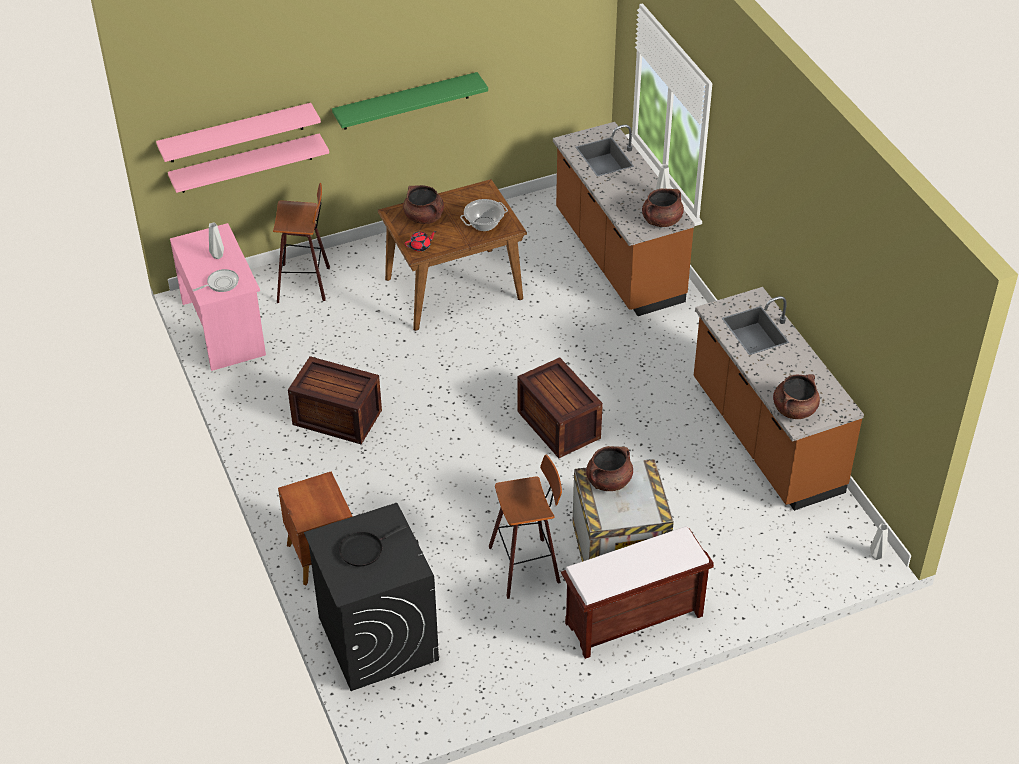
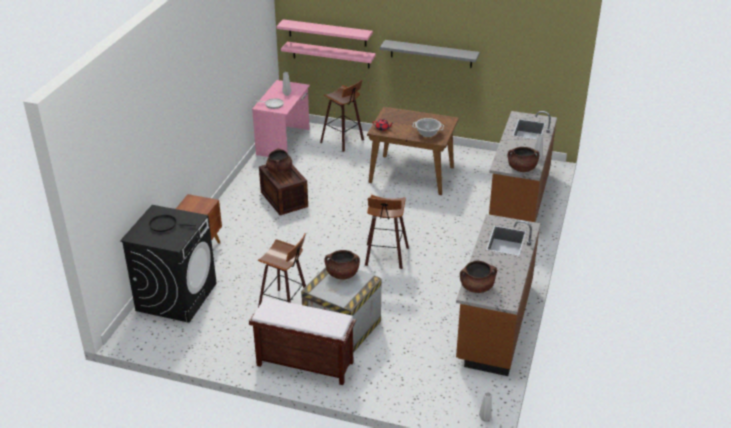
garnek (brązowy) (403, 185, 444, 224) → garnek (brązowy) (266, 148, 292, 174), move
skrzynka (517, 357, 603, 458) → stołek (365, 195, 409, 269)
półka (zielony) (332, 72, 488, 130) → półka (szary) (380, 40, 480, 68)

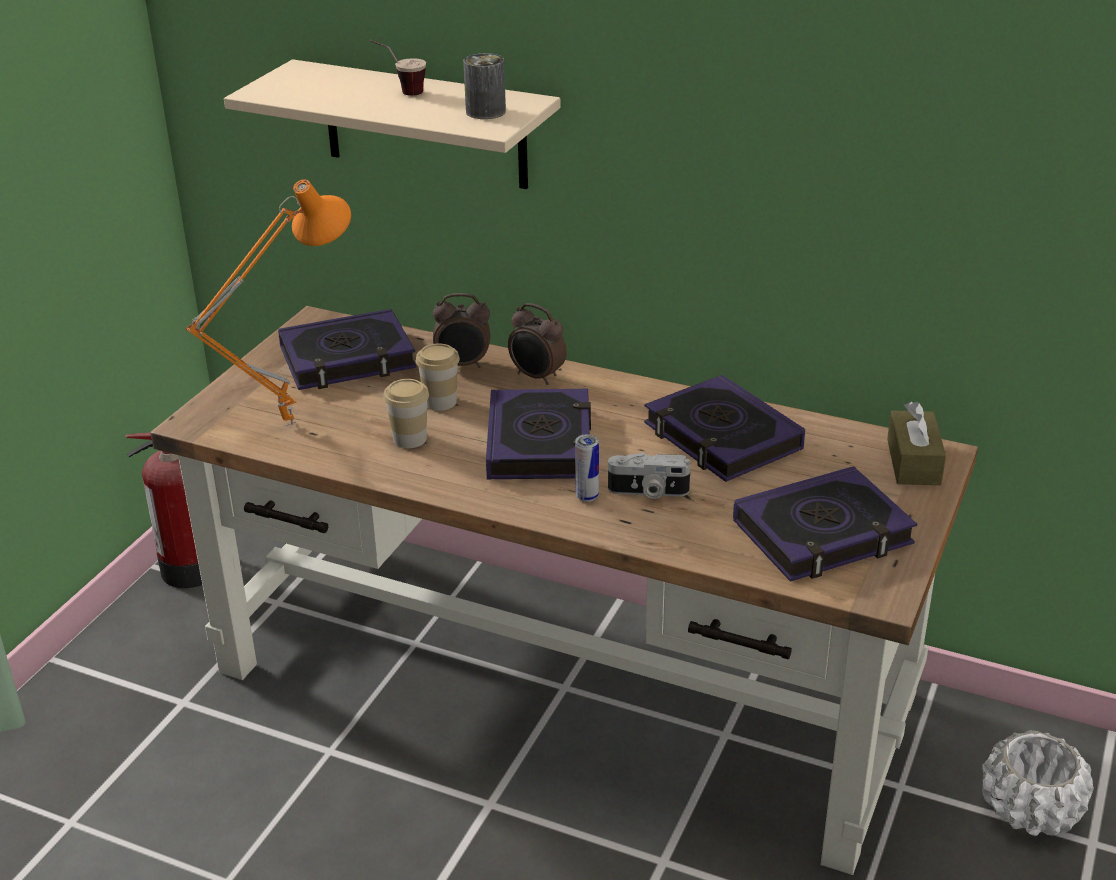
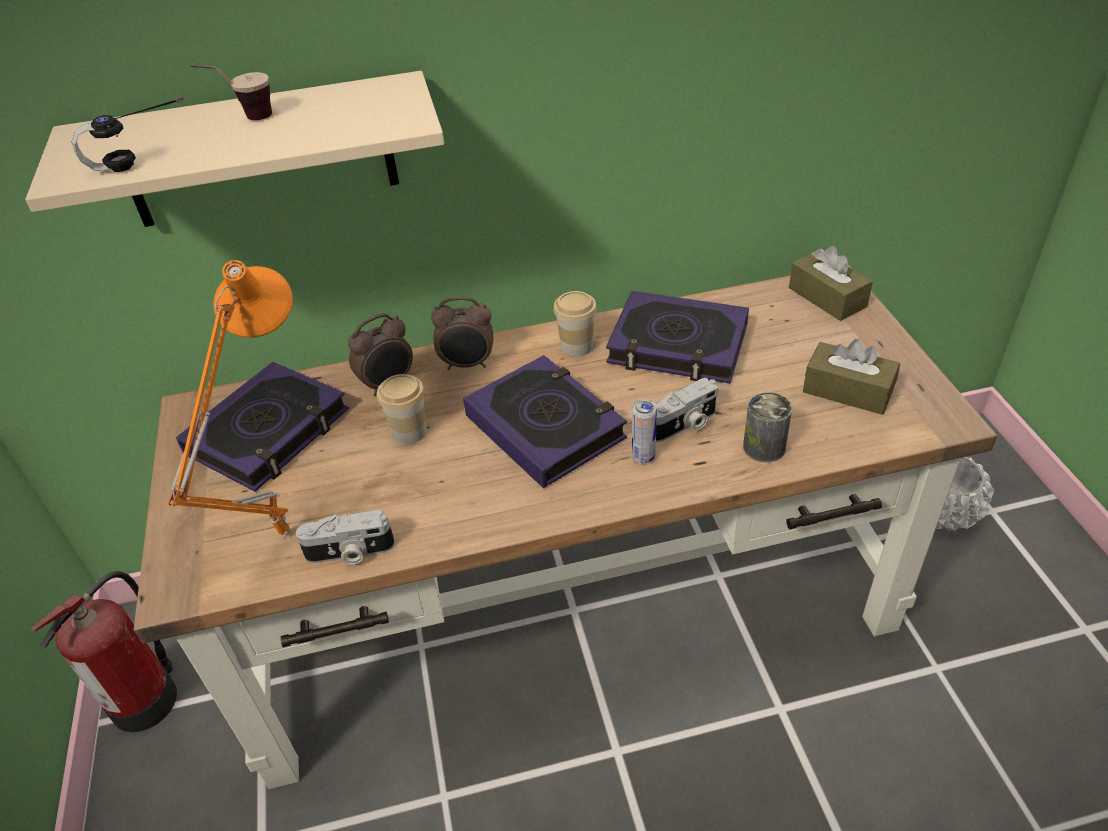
- → słuchawki (71, 97, 184, 172)
- → aparat fotograficzny (296, 510, 395, 565)
filiżanka (383, 379, 429, 448) → filiżanka (553, 291, 597, 357), move
puszka (463, 53, 506, 119) → puszka (743, 392, 792, 462), move
książka (733, 466, 917, 582) → pudełko chusteczek (brązowy) (803, 339, 900, 415)

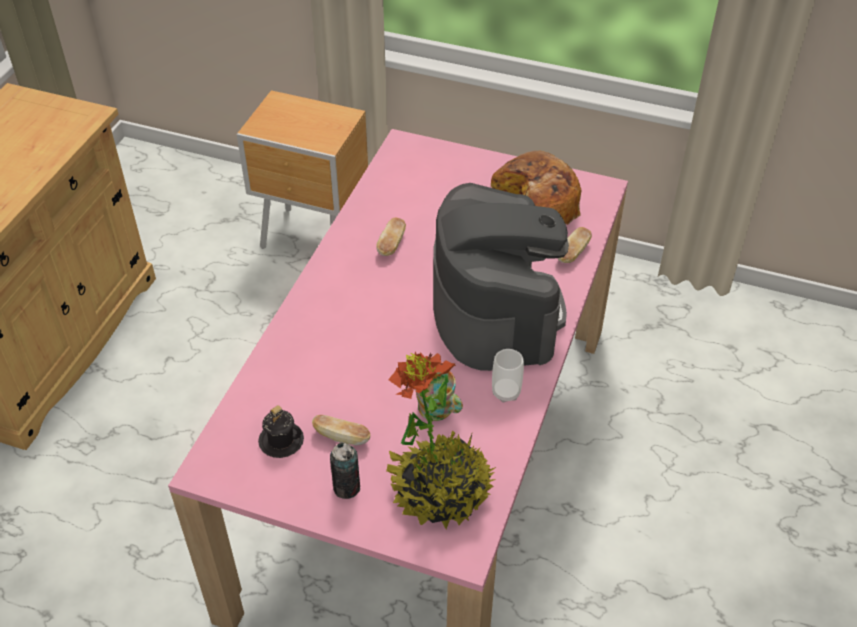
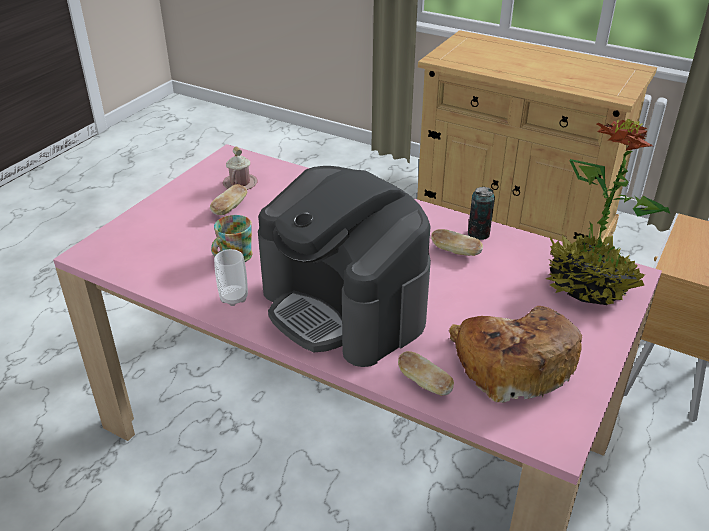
kubek (czarny) (258, 405, 304, 458) → kubek (różowy) (223, 147, 258, 190)
ekspres do kawy (433, 183, 569, 371) → ekspres do kawy (258, 166, 431, 367), 45 degrees clockwise
puszka (330, 443, 360, 499) → puszka (468, 187, 495, 240), move
roślina doniczkowa (386, 351, 496, 529) → roślina doniczkowa (546, 119, 670, 305), move

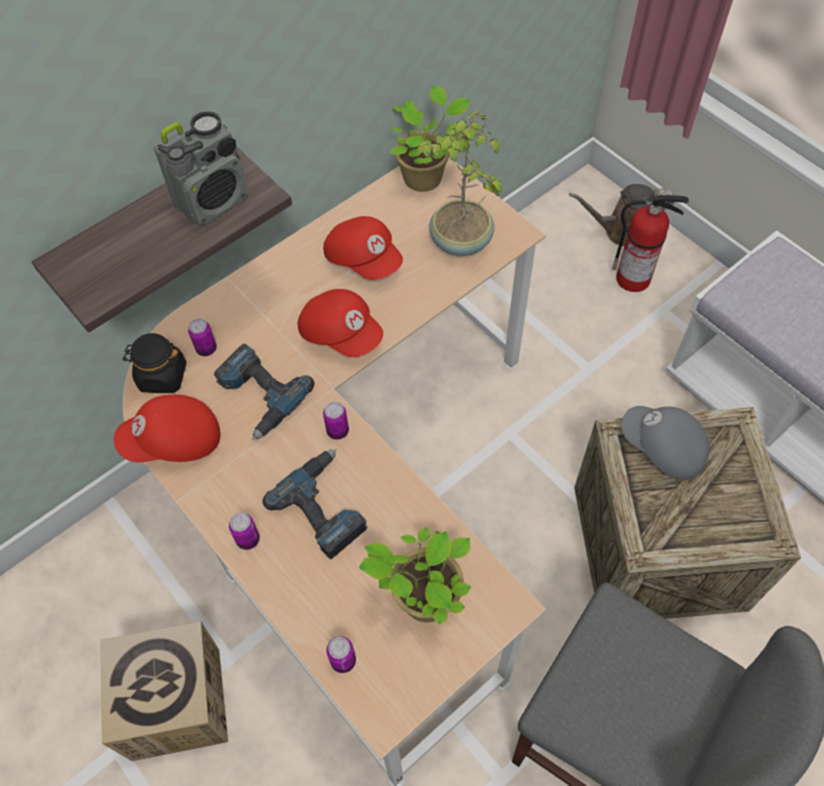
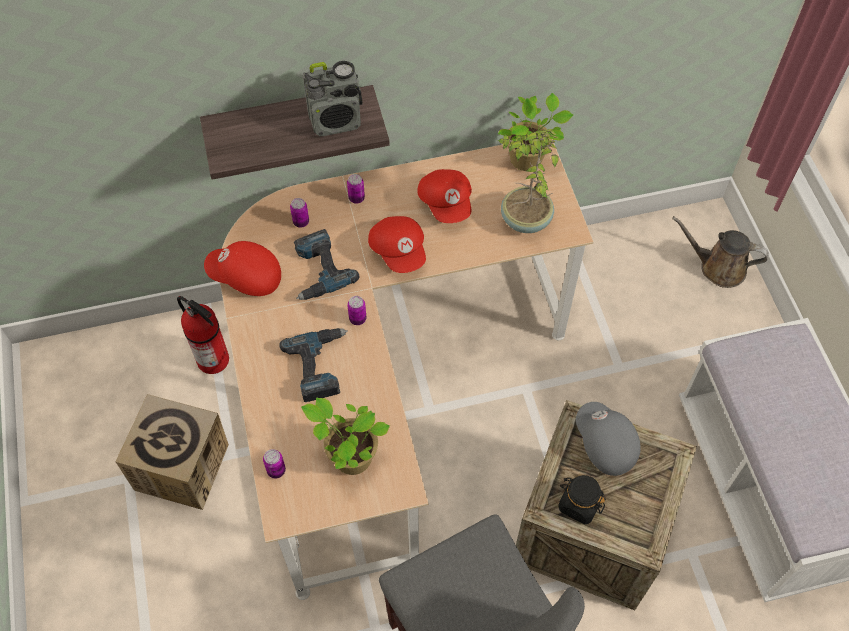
gaśnica (612, 195, 689, 292) → gaśnica (177, 296, 229, 374), move
puszka (229, 513, 260, 550) → puszka (347, 174, 365, 204), move
słoik (czarny) (123, 333, 187, 393) → słoik (czarny) (558, 475, 606, 525), move

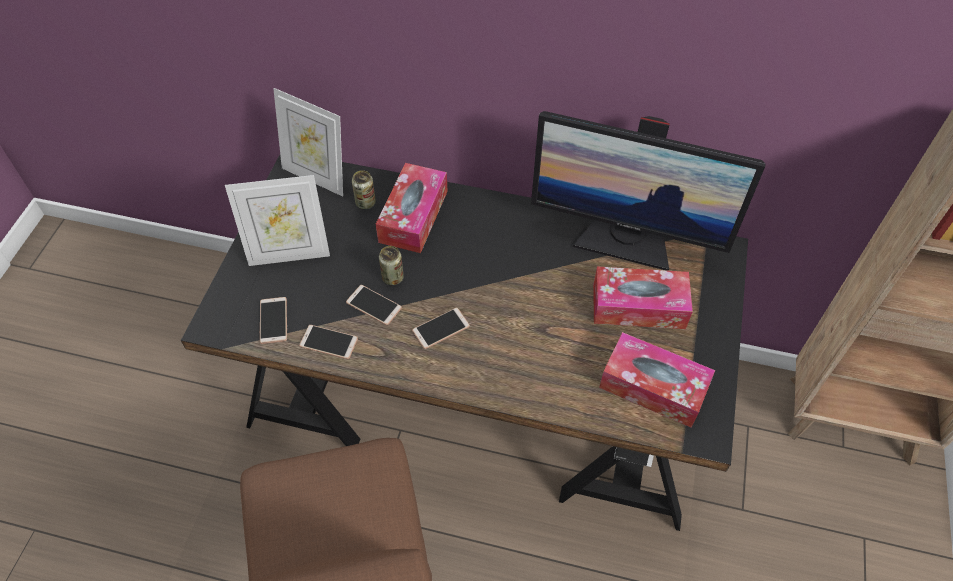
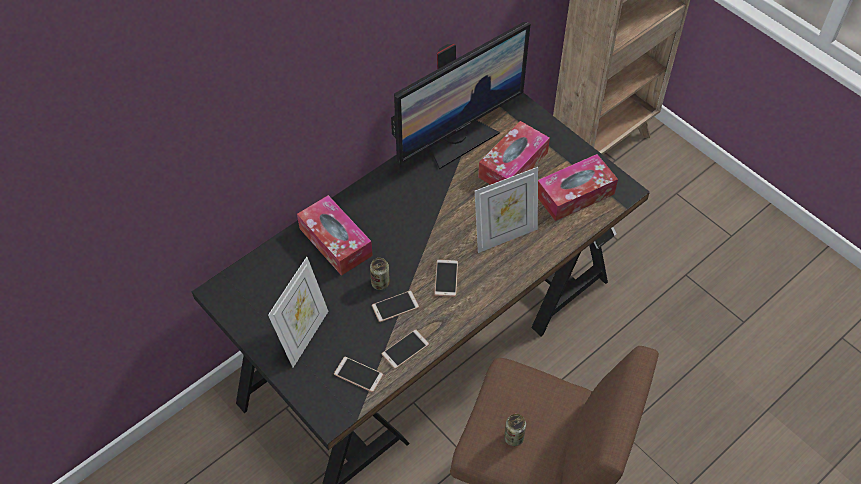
ramka na zdjęcie (273, 88, 343, 196) → ramka na zdjęcie (475, 167, 538, 253), move
puszka (352, 170, 376, 209) → puszka (504, 414, 526, 446), move

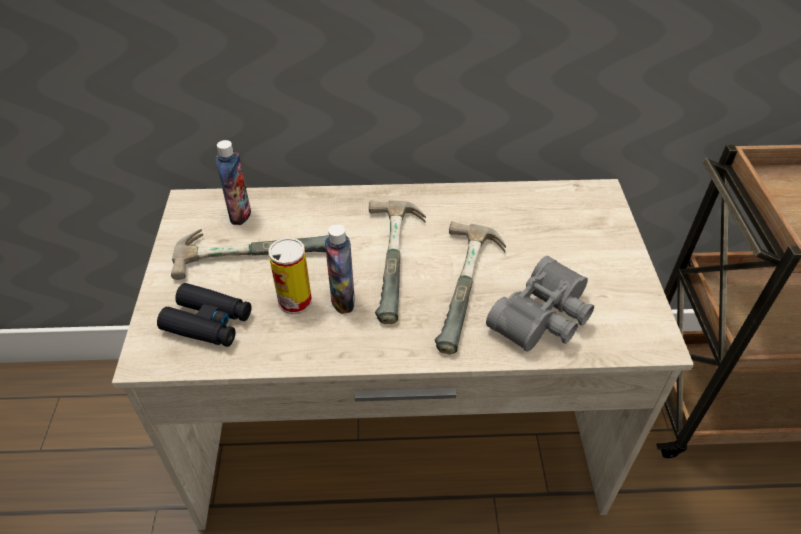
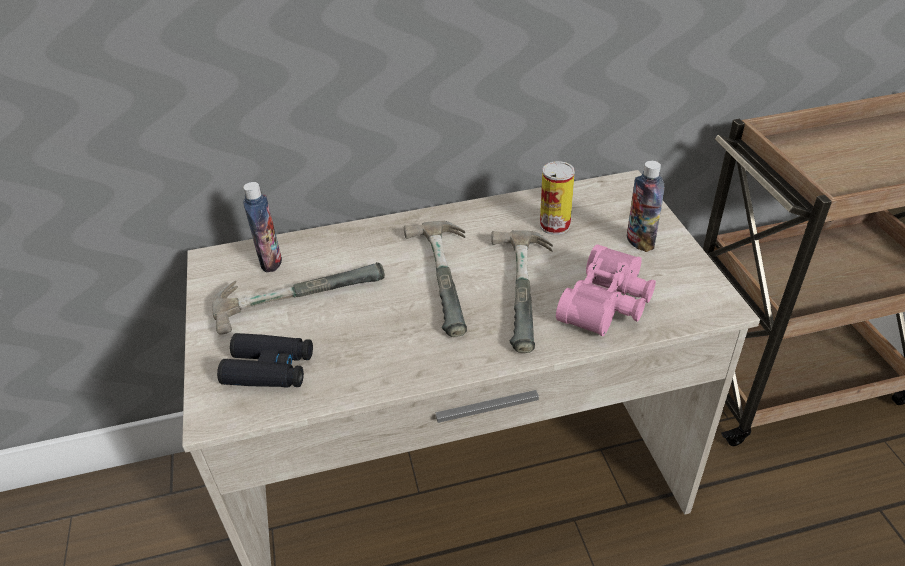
puszka (268, 238, 312, 314) → puszka (540, 161, 575, 235), move
lornetka (szary) (486, 256, 594, 352) → lornetka (różowy) (556, 244, 656, 336)
butelka (325, 224, 355, 314) → butelka (627, 161, 664, 252), move

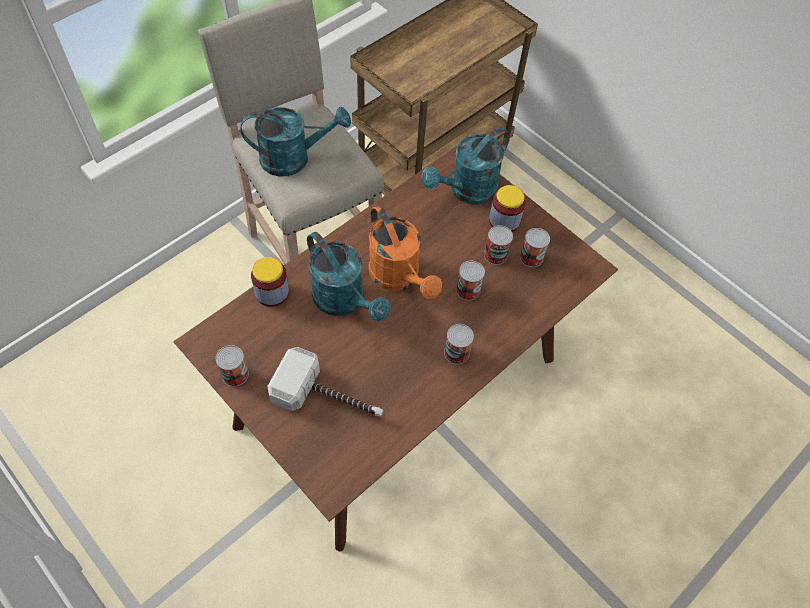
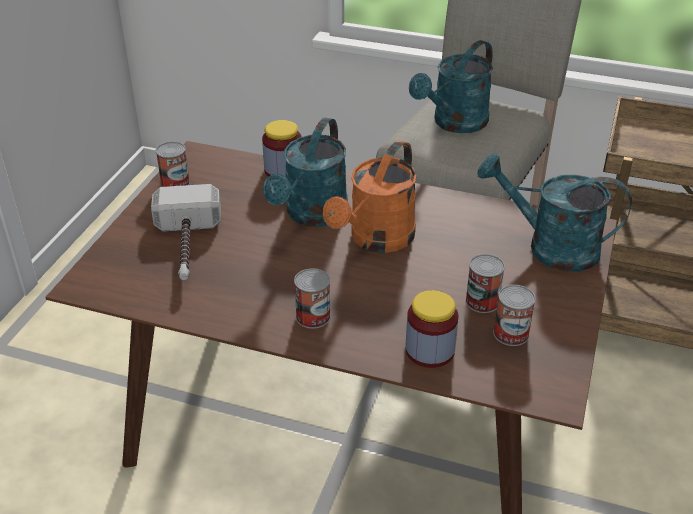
słoik (489, 185, 526, 232) → słoik (406, 290, 459, 368), move
konewka (turkusowy) (241, 107, 351, 177) → konewka (turkusowy) (409, 40, 493, 133), 75 degrees clockwise
puszka (456, 261, 485, 300) → -

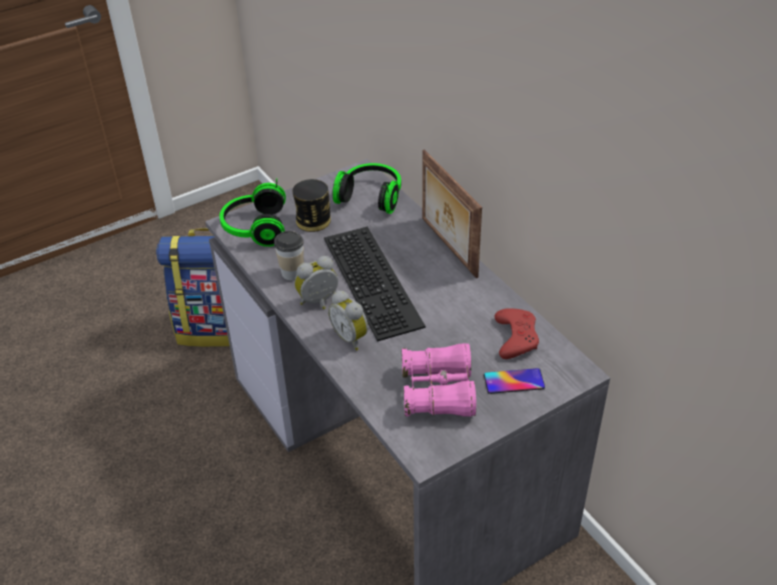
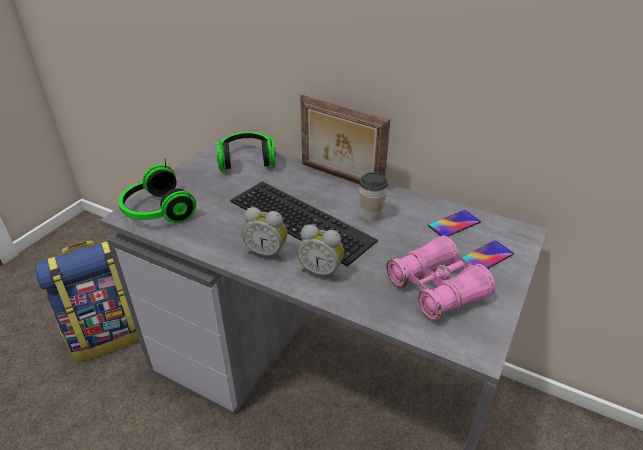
budzik (295, 256, 338, 309) → budzik (242, 207, 287, 260), 105 degrees counterclockwise
filiżanka (274, 231, 304, 280) → filiżanka (359, 172, 388, 222), move
pad do gier (czerwony) (495, 308, 539, 359) → telefon (428, 210, 481, 237)
puszka (292, 179, 331, 232) → -

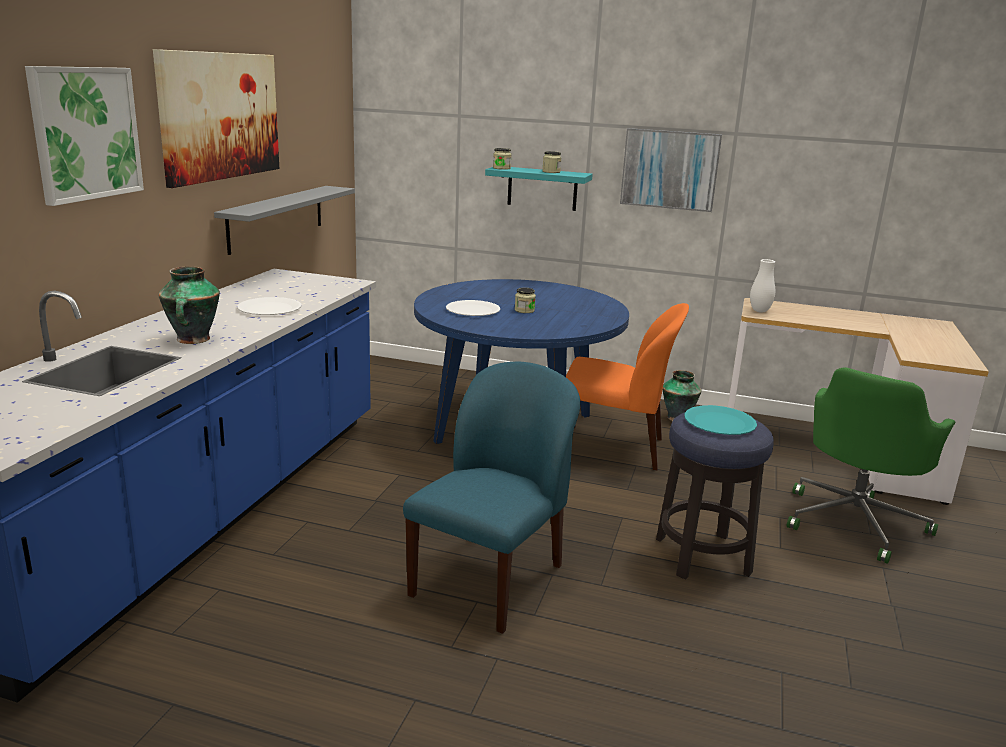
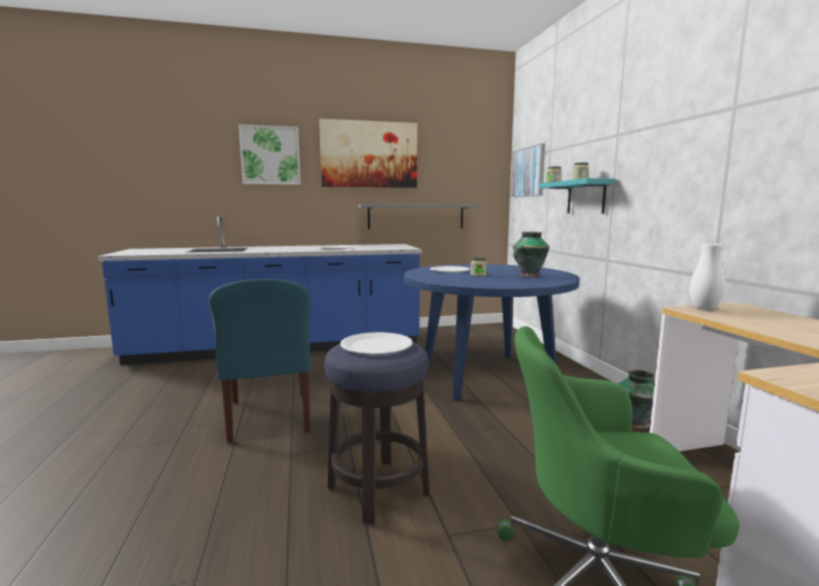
krzesło (niebieski) (403, 362, 580, 634) → krzesło (niebieski) (209, 279, 310, 443), 75 degrees clockwise
talerz (turkusowy) (684, 405, 757, 435) → talerz (biały) (340, 332, 413, 354)
obraz (620, 128, 722, 212) → obraz (511, 143, 545, 197), move
wazon (158, 266, 220, 344) → wazon (513, 232, 549, 277), move
krzesło (pomarańczowy) (566, 303, 689, 470) → -

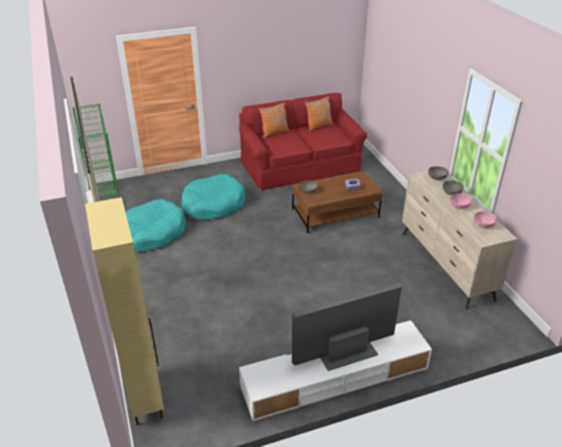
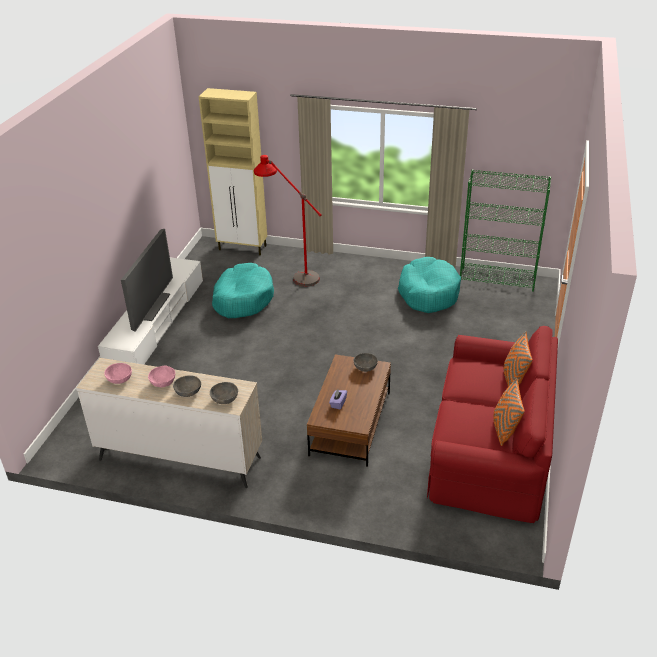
legowisko (turkusowy) (181, 174, 245, 220) → legowisko (turkusowy) (212, 263, 274, 318), move
- → lampa stojąca (czerwony) (254, 155, 322, 286)

